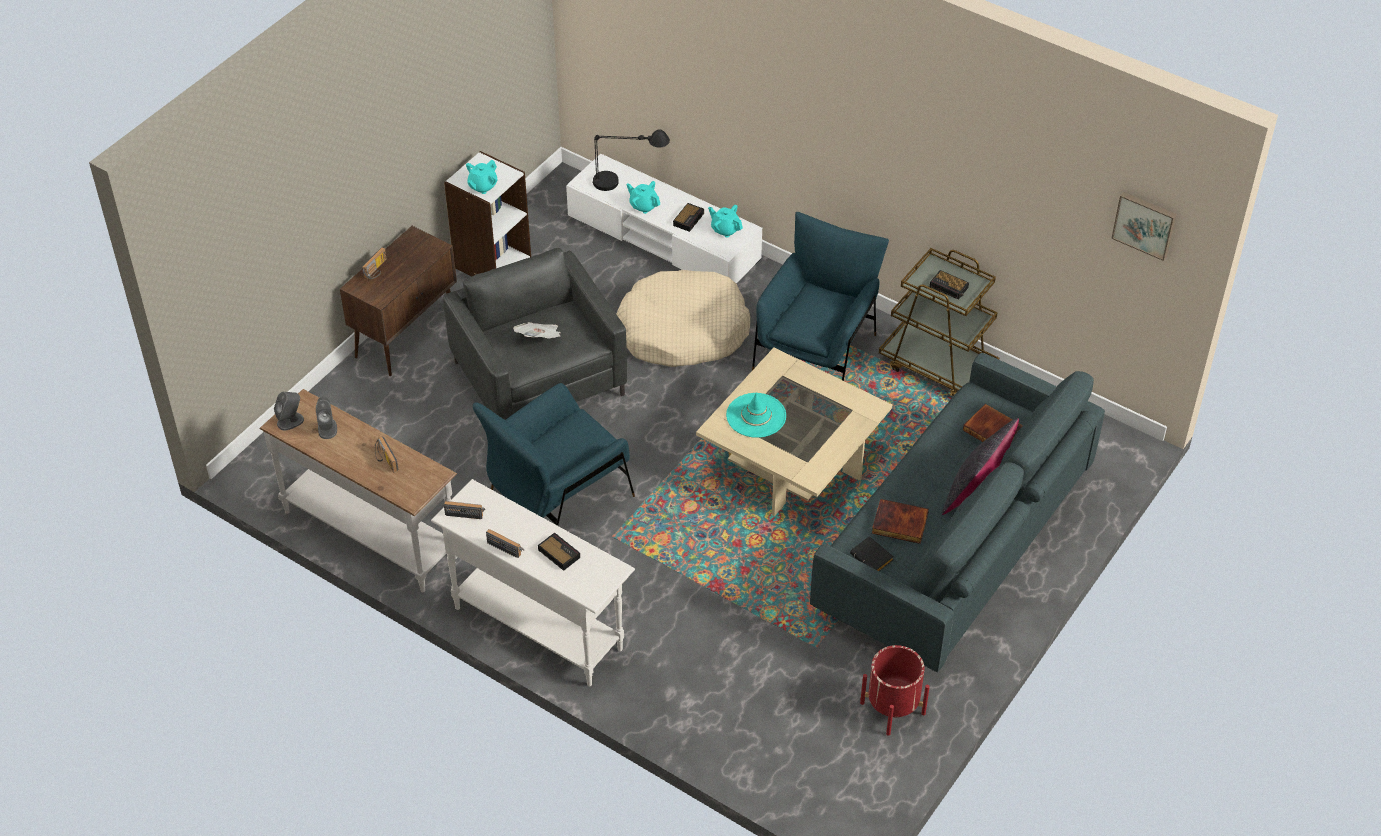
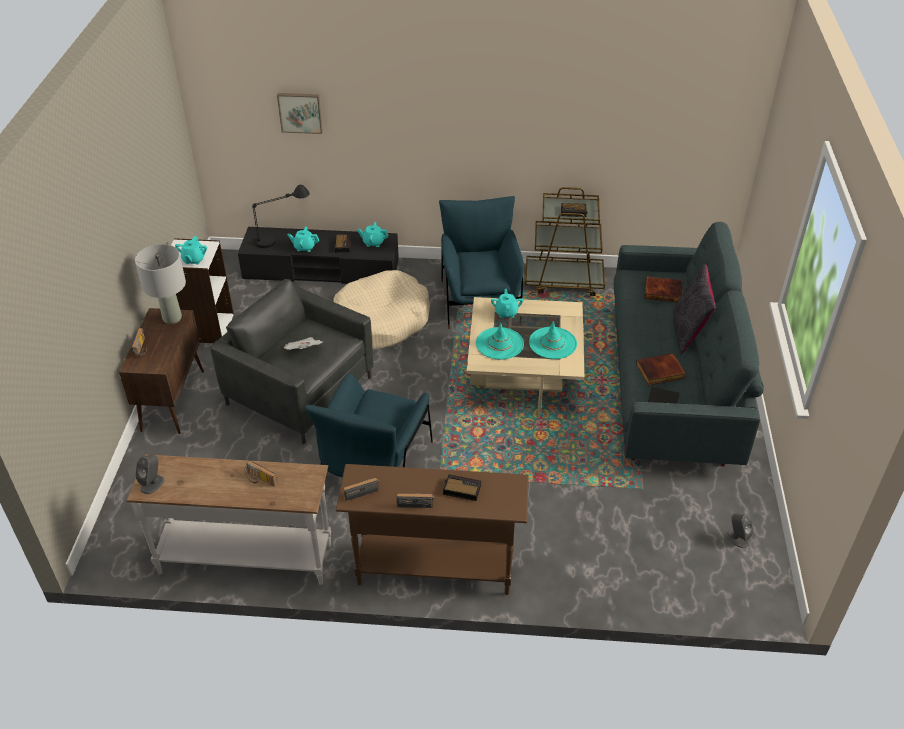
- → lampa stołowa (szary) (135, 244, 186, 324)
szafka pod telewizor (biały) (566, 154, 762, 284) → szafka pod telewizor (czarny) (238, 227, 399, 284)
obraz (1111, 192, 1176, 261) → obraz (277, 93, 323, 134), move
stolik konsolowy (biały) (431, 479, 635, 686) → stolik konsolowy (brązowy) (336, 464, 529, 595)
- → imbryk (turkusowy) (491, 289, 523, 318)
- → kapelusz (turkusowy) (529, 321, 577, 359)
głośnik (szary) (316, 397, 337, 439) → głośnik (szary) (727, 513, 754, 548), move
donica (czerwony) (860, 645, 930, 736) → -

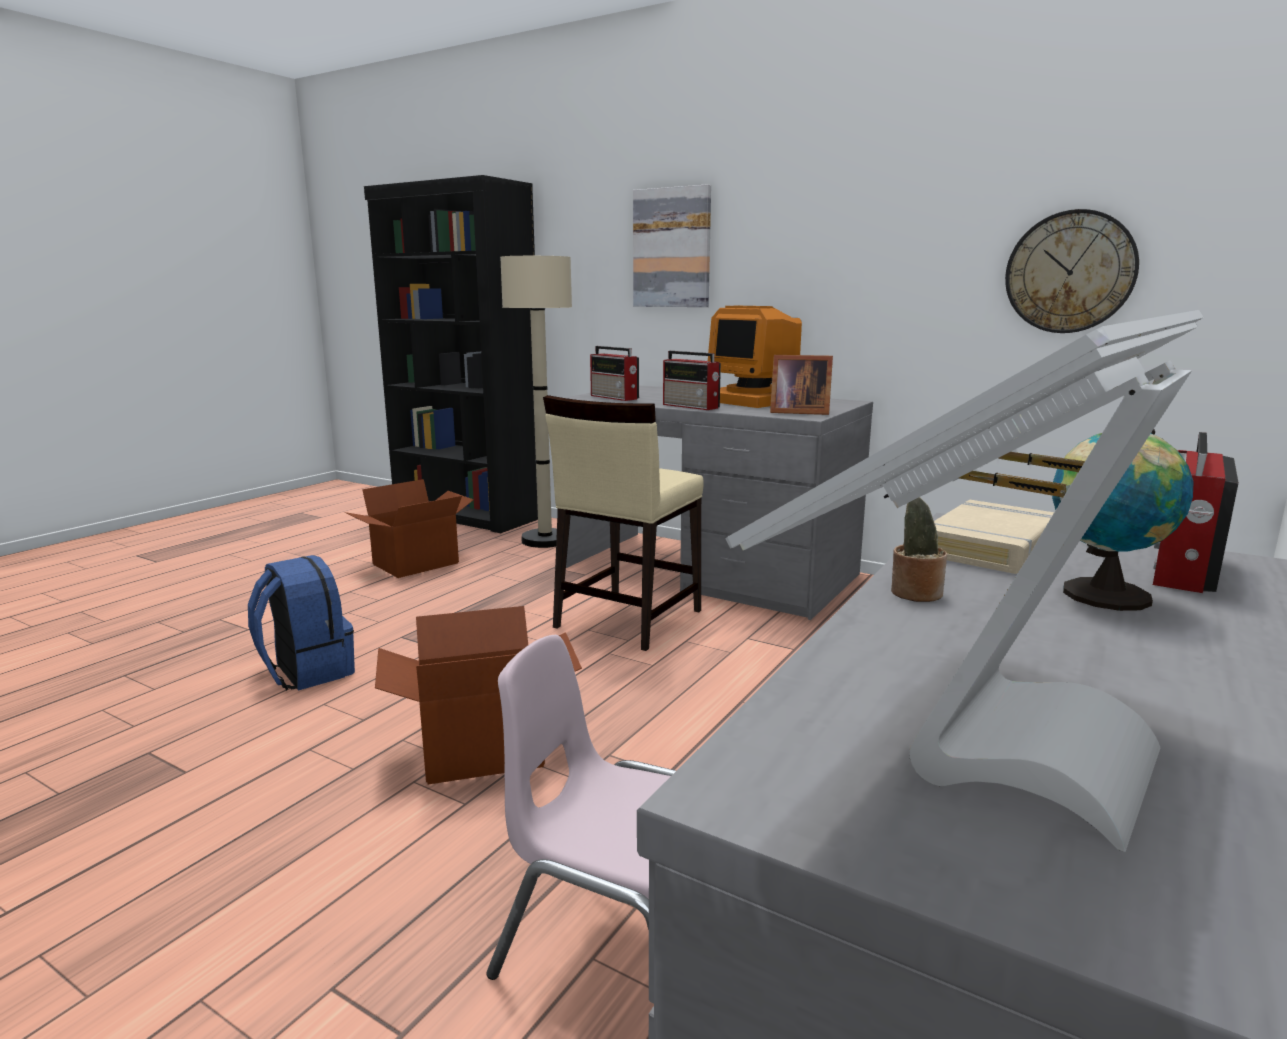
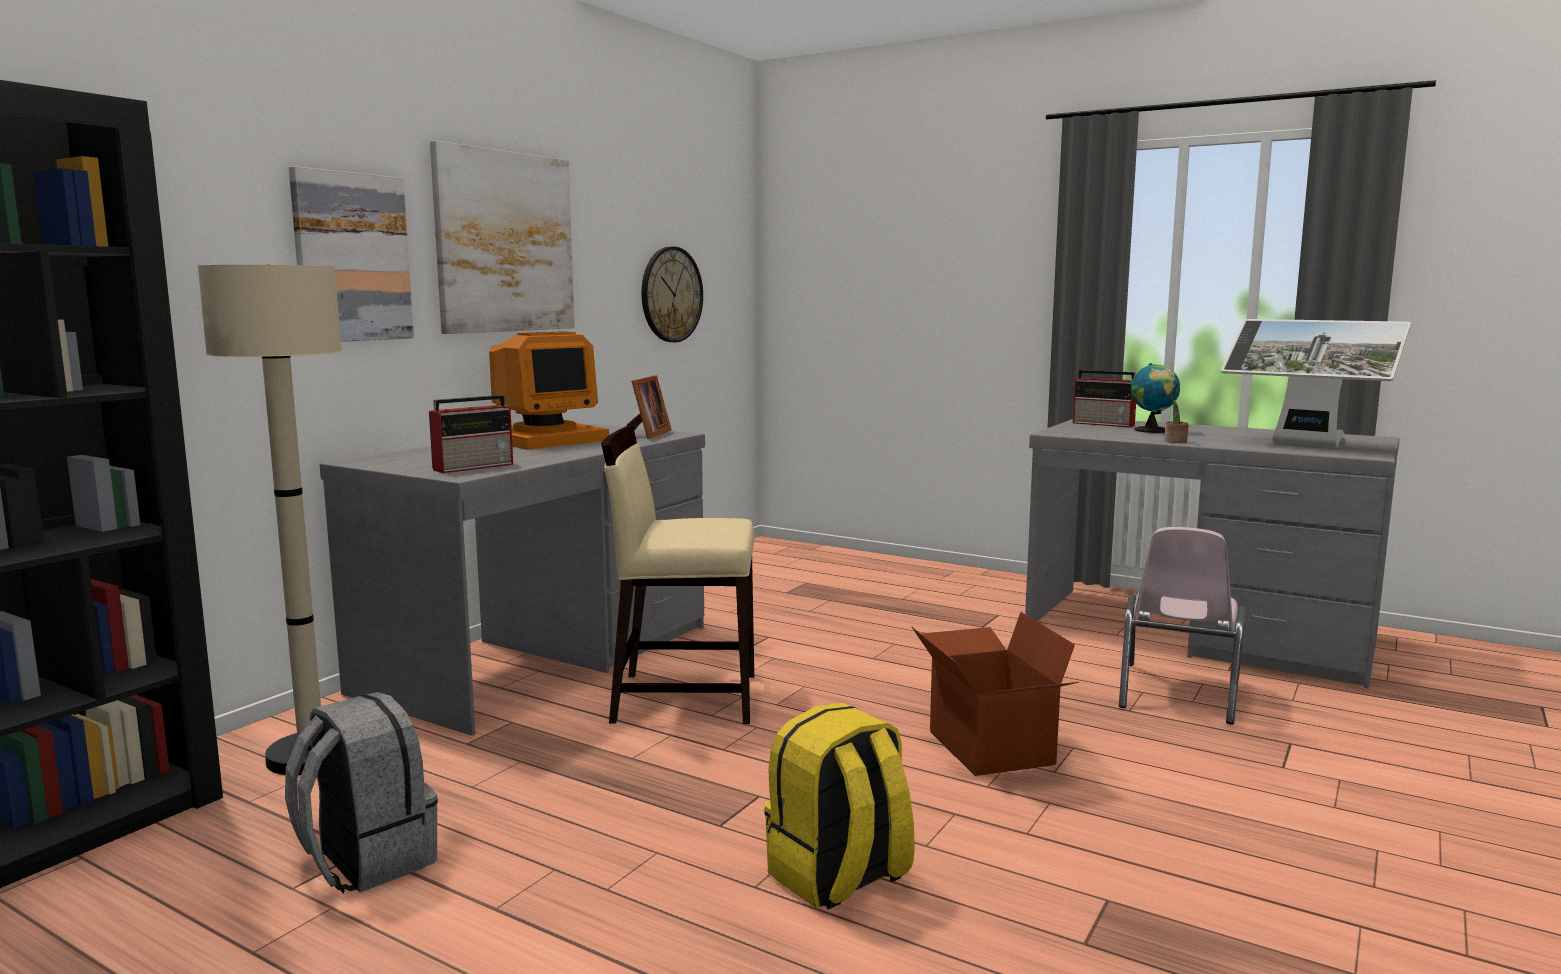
karton (345, 479, 474, 578) → plecak (szary) (285, 692, 438, 893)
- → obraz (430, 141, 575, 334)
krzesło (beżowy) (543, 395, 704, 651) → krzesło (beżowy) (601, 425, 754, 724), 150 degrees clockwise
plecak (niebieski) (248, 555, 355, 690) → plecak (żółty) (764, 703, 915, 909)
radio (663, 351, 721, 410) → -
książka (beżowy) (934, 500, 1054, 574) → -

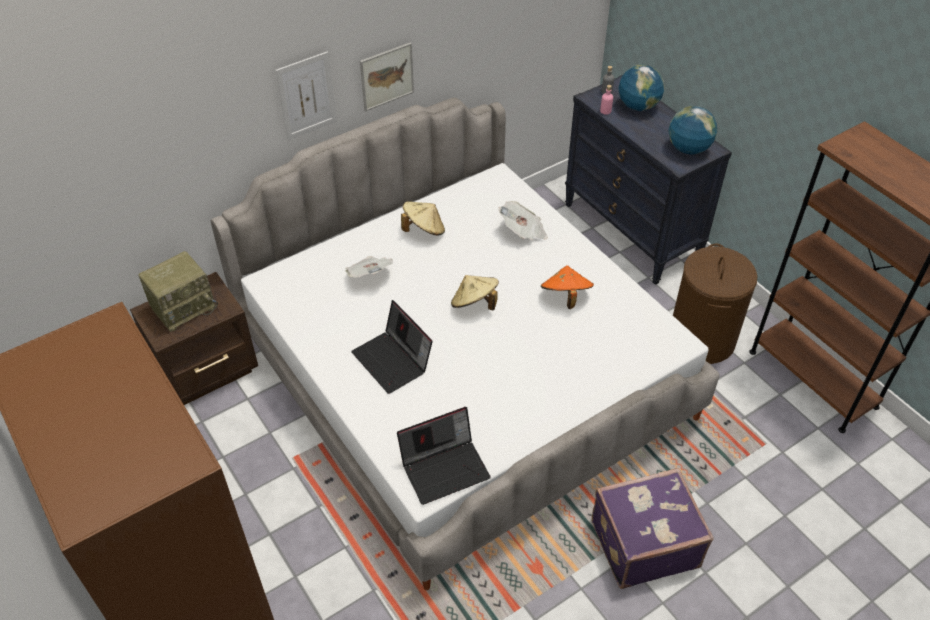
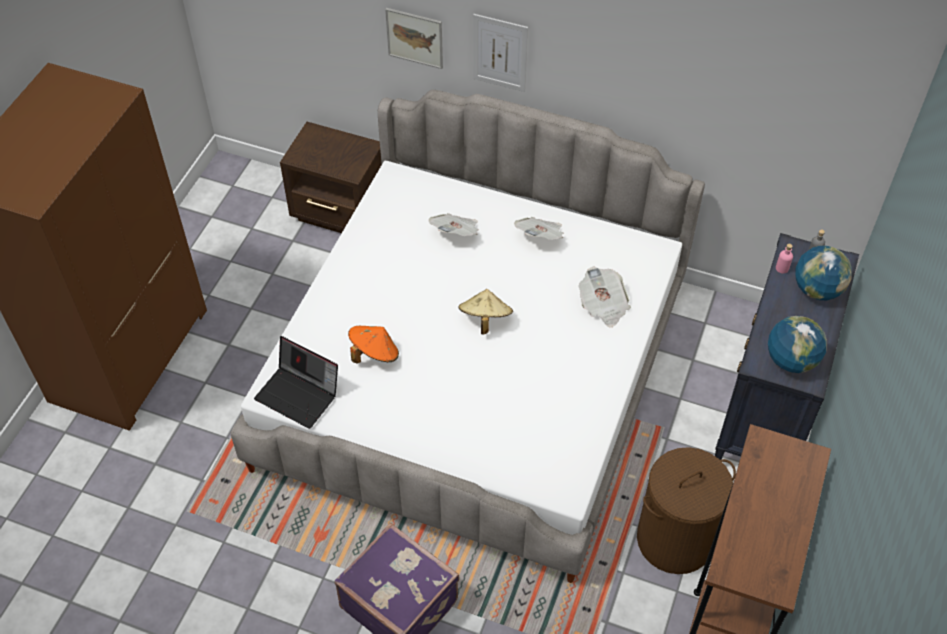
kapelusz (pomarańczowy) (541, 265, 594, 309) → kapelusz (pomarańczowy) (348, 326, 399, 363), move
obraz (360, 43, 414, 111) → obraz (385, 8, 443, 69), move
kapelusz (beżowy) (401, 201, 445, 235) → gazeta (514, 217, 564, 240)
radio (138, 251, 218, 332) → -
laptop (351, 300, 433, 394) → -

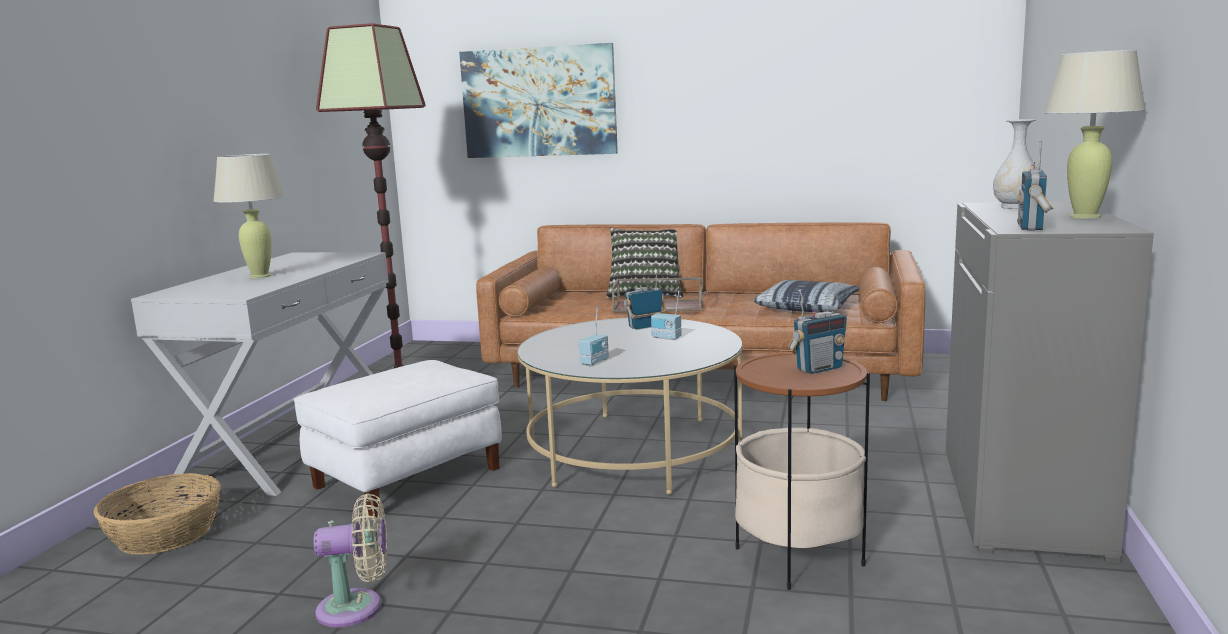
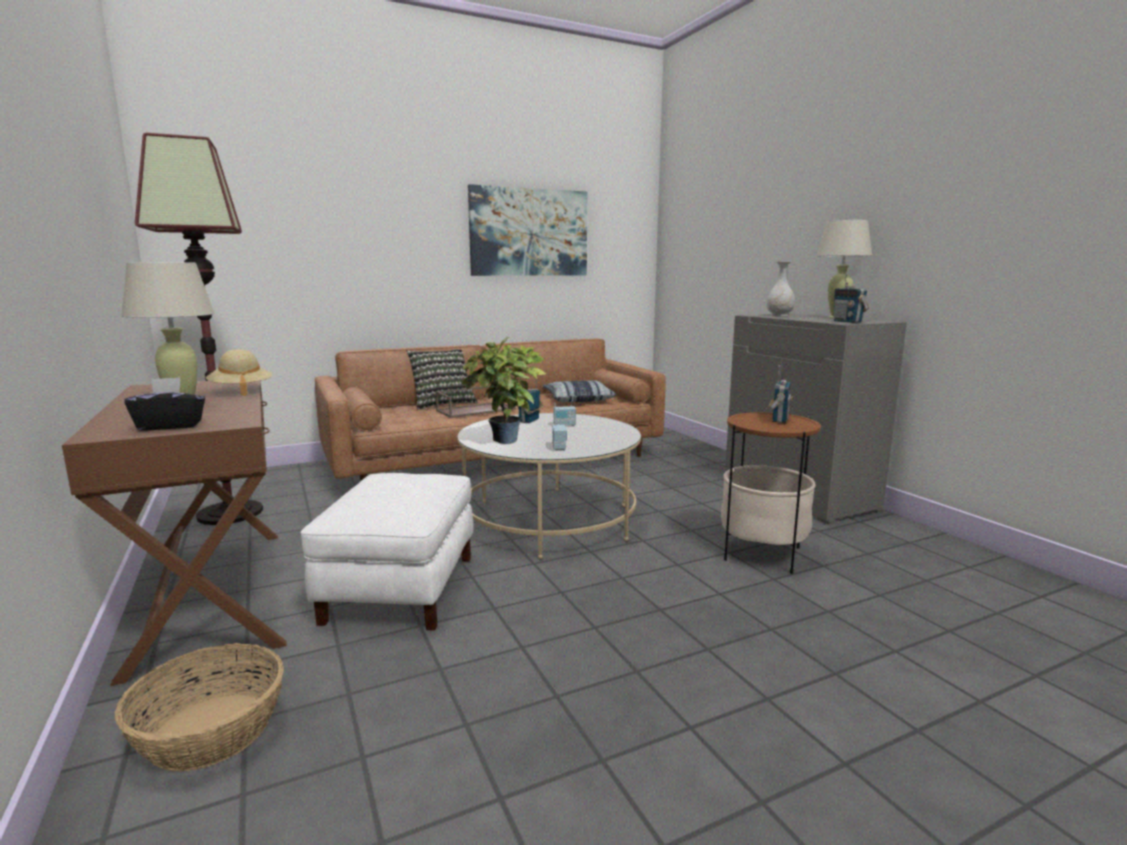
stolik konsolowy (biały) (131, 252, 389, 496) → stolik konsolowy (brązowy) (62, 381, 287, 686)
- → pudełko chusteczek (czarny) (124, 377, 205, 431)
- → kapelusz (beżowy) (206, 349, 272, 396)
- → roślina doniczkowa (462, 337, 546, 444)
obraz (459, 43, 618, 158) → obraz (468, 184, 587, 276), move
wentylator (beżowy) (313, 494, 387, 628) → -

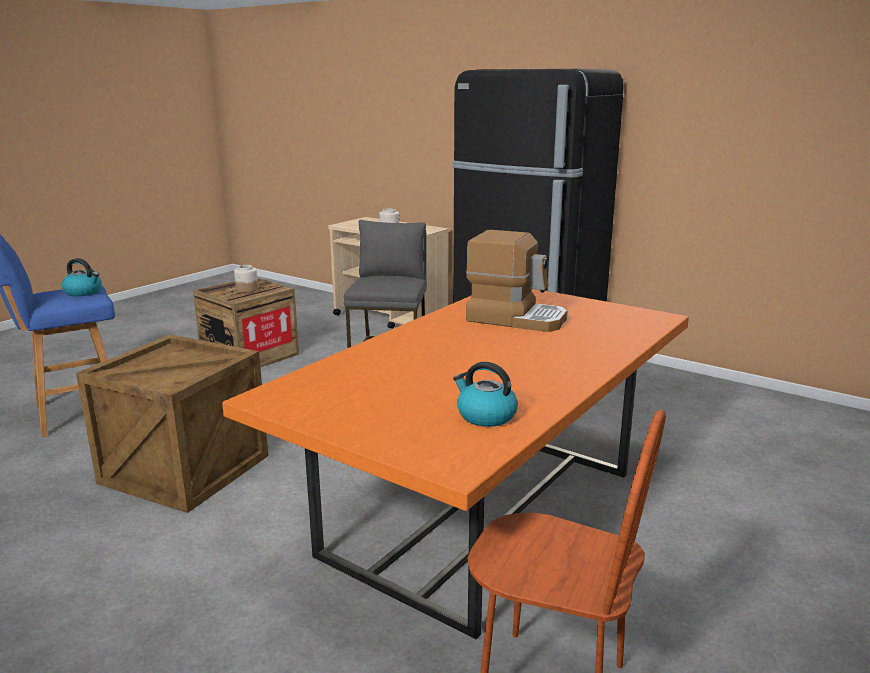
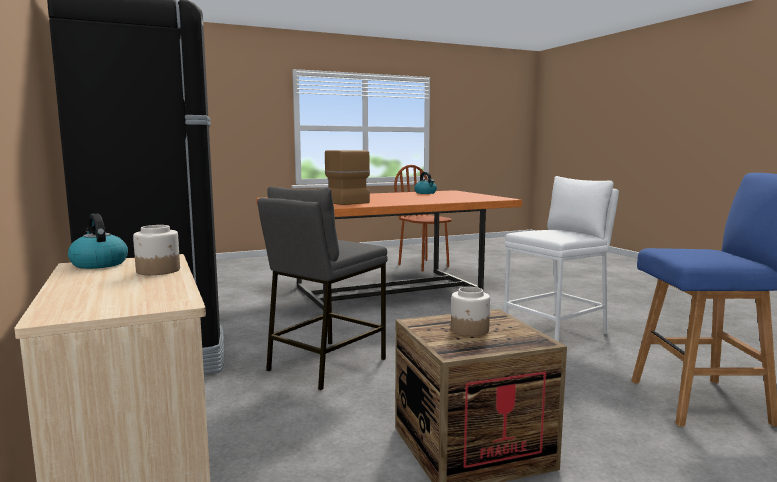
czajnik (61, 258, 102, 296) → czajnik (68, 214, 128, 269), move
skrzynka (76, 334, 269, 513) → stołek (biały) (504, 176, 619, 342)

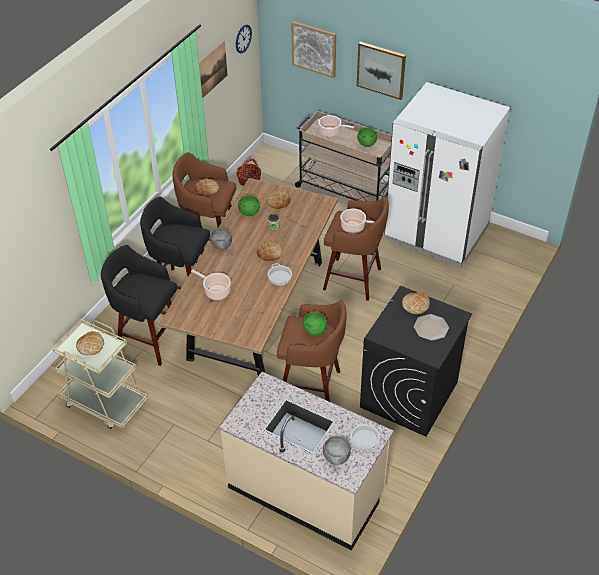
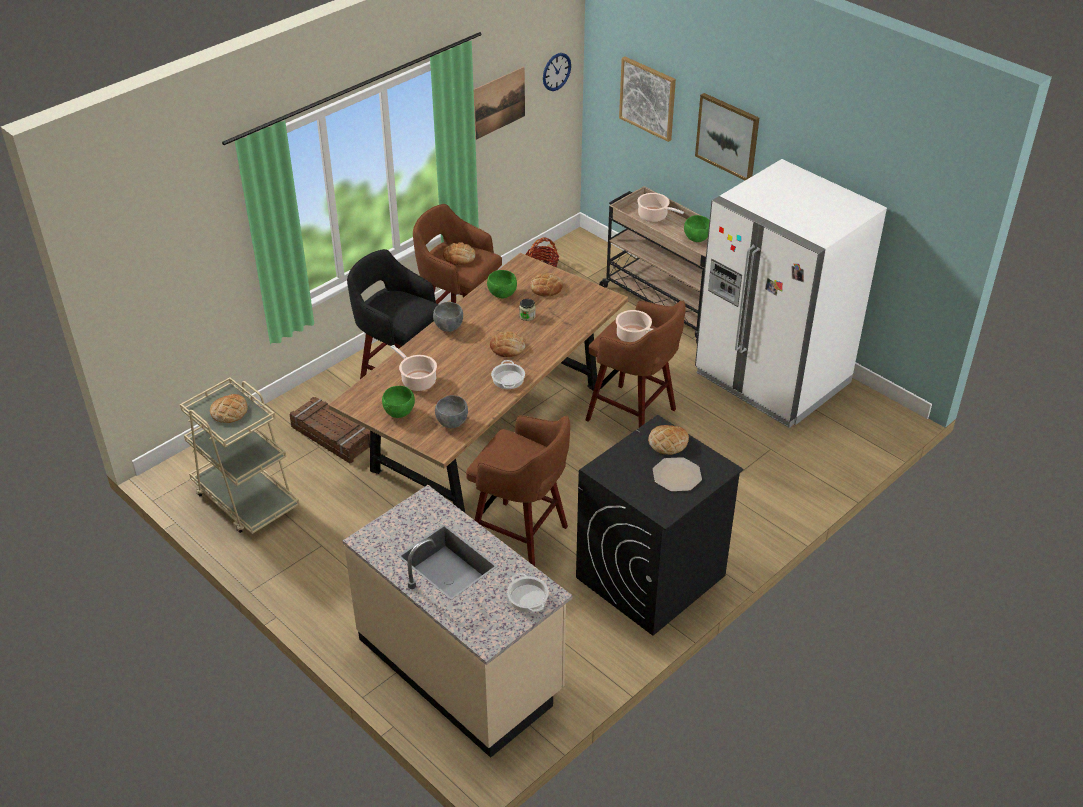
stołek (czarny) (101, 245, 177, 366) → skrzynka (289, 397, 370, 463)
miska (zielony) (303, 311, 327, 336) → miska (zielony) (382, 386, 415, 418), move
miska (szary) (323, 436, 351, 465) → miska (szary) (435, 395, 468, 428), move

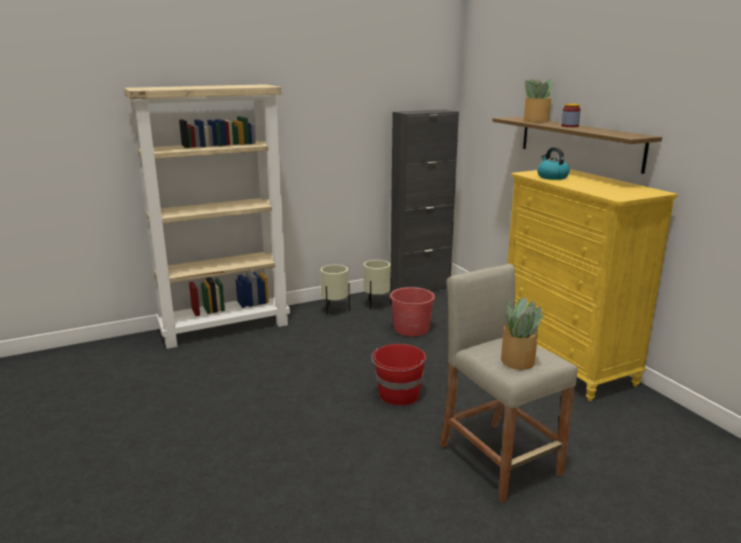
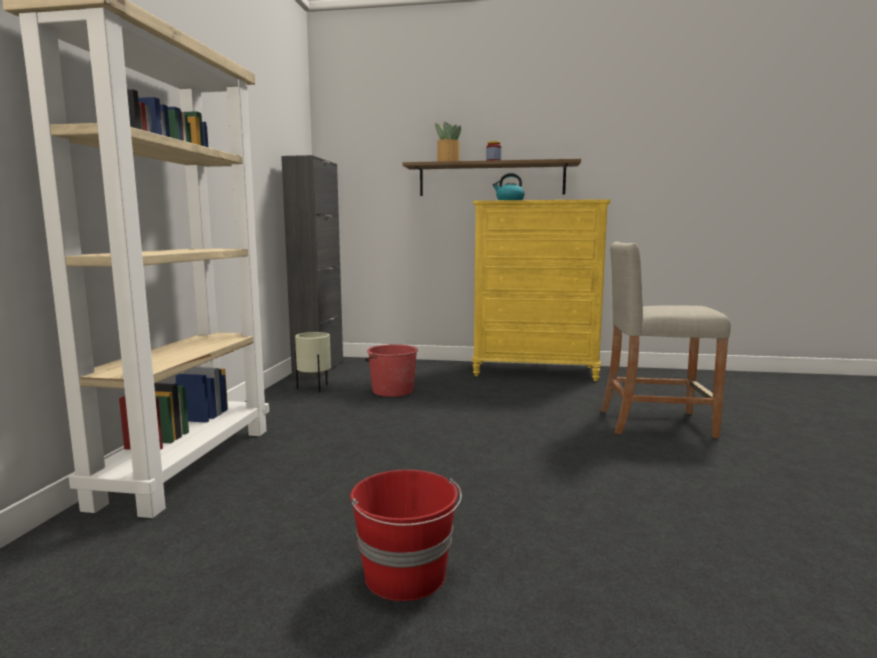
wiadro (czerwony) (371, 344, 426, 406) → wiadro (czerwony) (350, 470, 462, 601), move
donica (beżowy) (320, 265, 350, 315) → -
roślina doniczkowa (501, 297, 543, 370) → -

